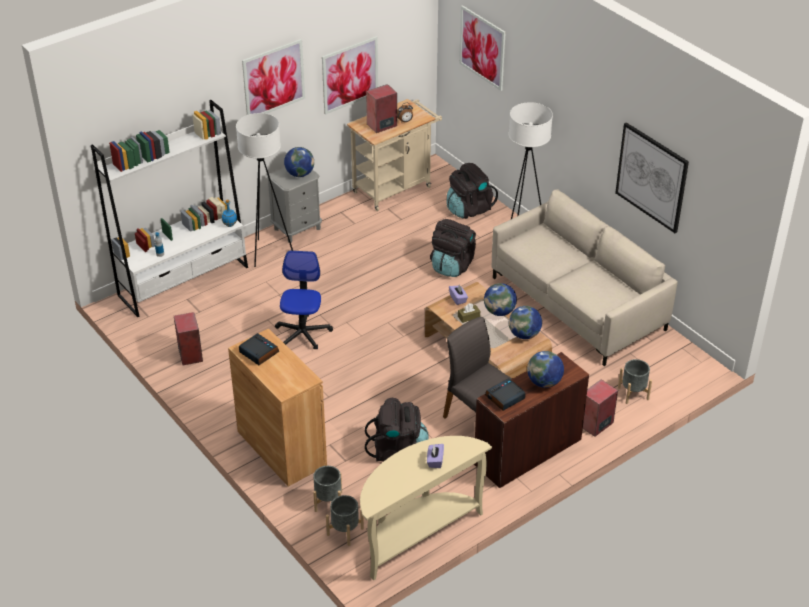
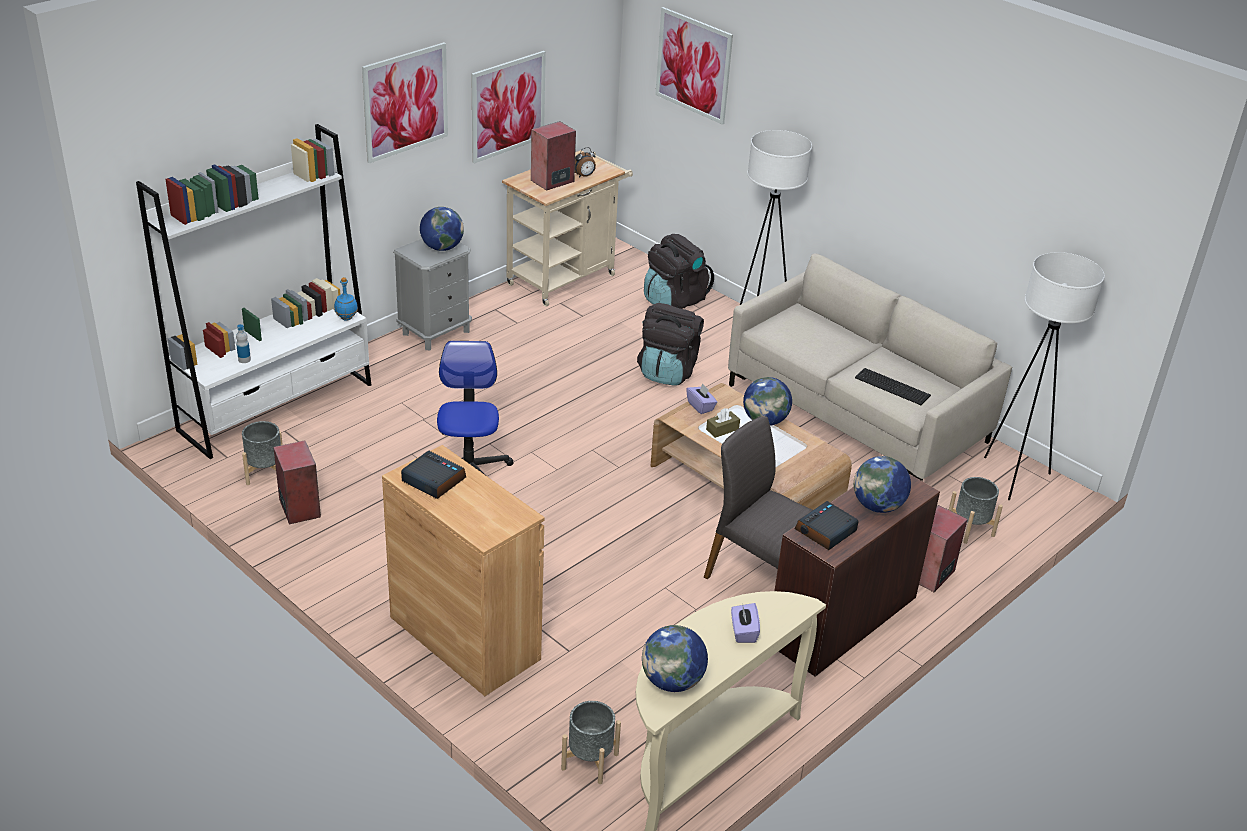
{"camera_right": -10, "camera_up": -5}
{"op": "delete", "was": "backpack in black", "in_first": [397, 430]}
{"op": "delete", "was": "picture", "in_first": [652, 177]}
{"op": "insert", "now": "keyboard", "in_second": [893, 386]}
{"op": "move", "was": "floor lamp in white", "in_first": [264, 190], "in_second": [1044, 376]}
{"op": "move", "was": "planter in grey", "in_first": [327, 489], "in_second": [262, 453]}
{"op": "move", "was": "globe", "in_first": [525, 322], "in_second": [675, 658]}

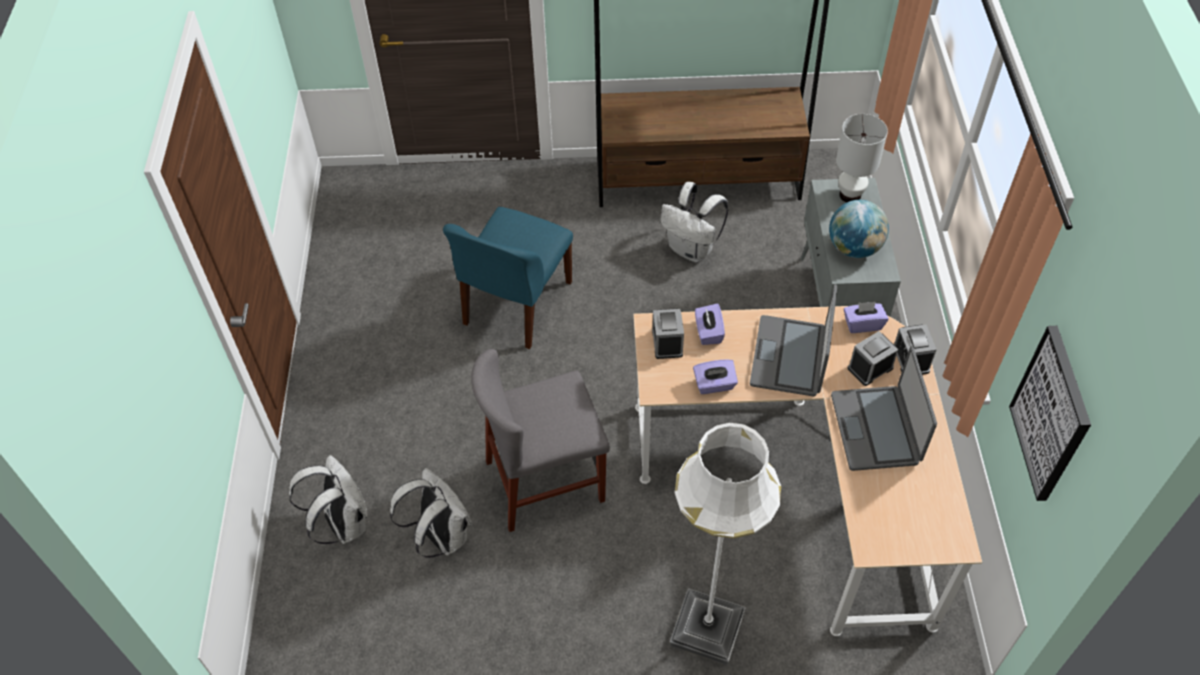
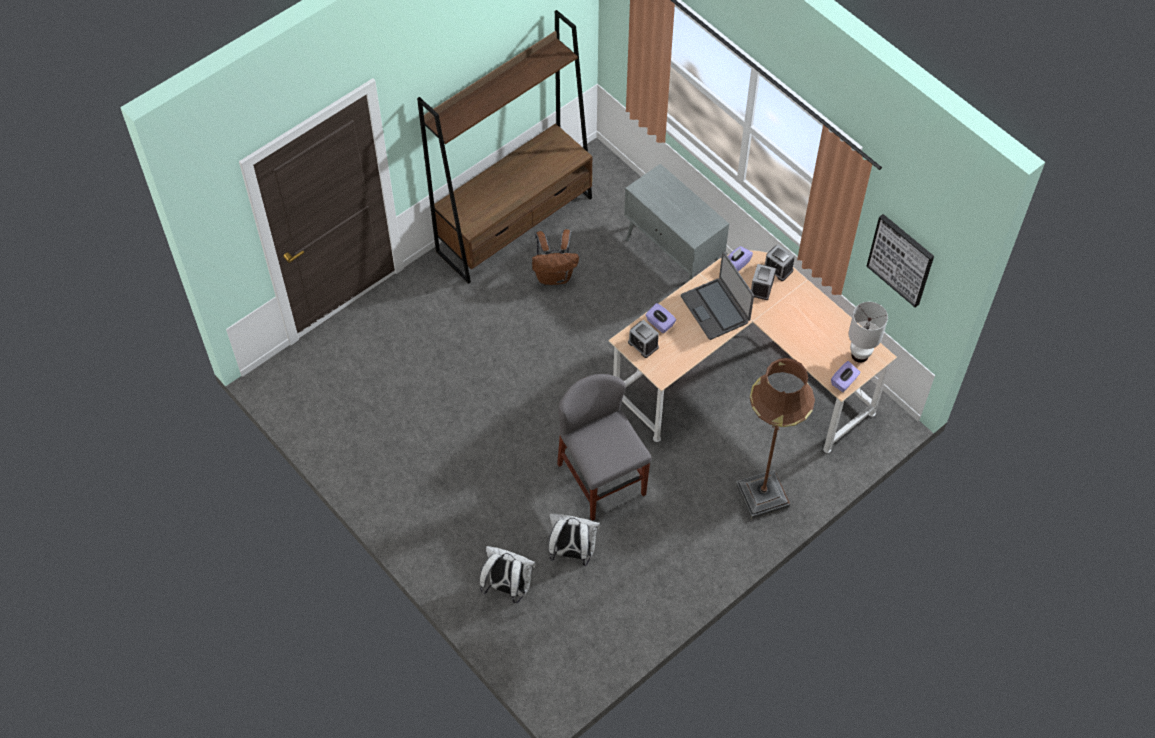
{"camera_right": -40, "camera_up": 5}
{"op": "delete", "was": "chair in blue", "in_first": [508, 278]}
{"op": "delete", "was": "globe", "in_first": [859, 229]}
{"op": "delete", "was": "laptop", "in_first": [884, 408]}
{"op": "move", "was": "tissue box in purple", "in_first": [715, 376], "in_second": [846, 376]}
{"op": "move", "was": "table lamp in white", "in_first": [862, 158], "in_second": [868, 332]}
{"op": "recolor", "was": "backpack in white", "now": "backpack in brown", "in_first": [694, 222], "in_second": [555, 257]}
{"op": "recolor", "was": "floor lamp in white", "now": "floor lamp in brown", "in_first": [725, 543], "in_second": [775, 438]}
{"op": "rotate", "was": "chair in grey", "in_first": [540, 440], "in_second": [604, 447], "clockwise": 120}

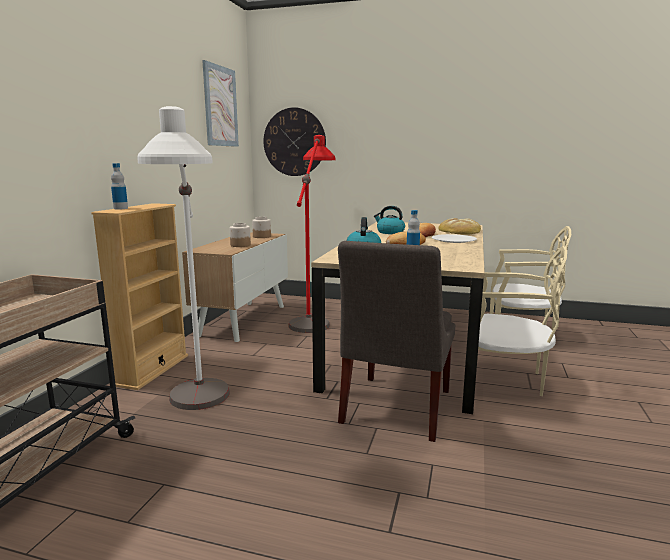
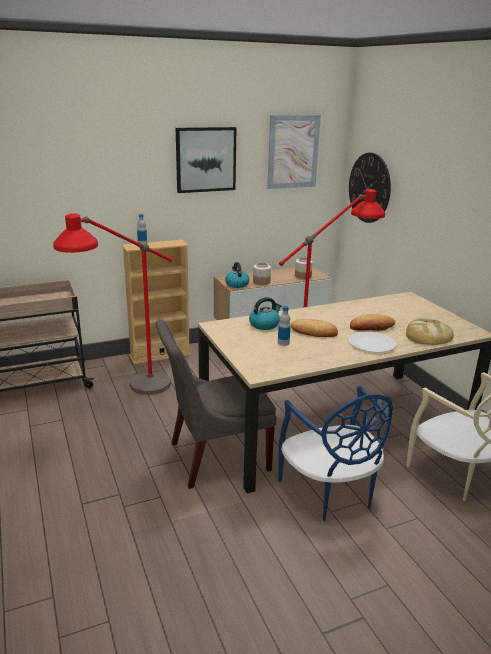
{"camera_right": 50, "camera_up": 10}
{"op": "insert", "now": "picture", "in_second": [206, 160]}
{"op": "move", "was": "kettle", "in_first": [389, 220], "in_second": [237, 275]}
{"op": "recolor", "was": "floor lamp in white", "now": "floor lamp in red", "in_first": [183, 258], "in_second": [112, 304]}
{"op": "recolor", "was": "chair in beige", "now": "chair in blue", "in_first": [522, 321], "in_second": [335, 453]}

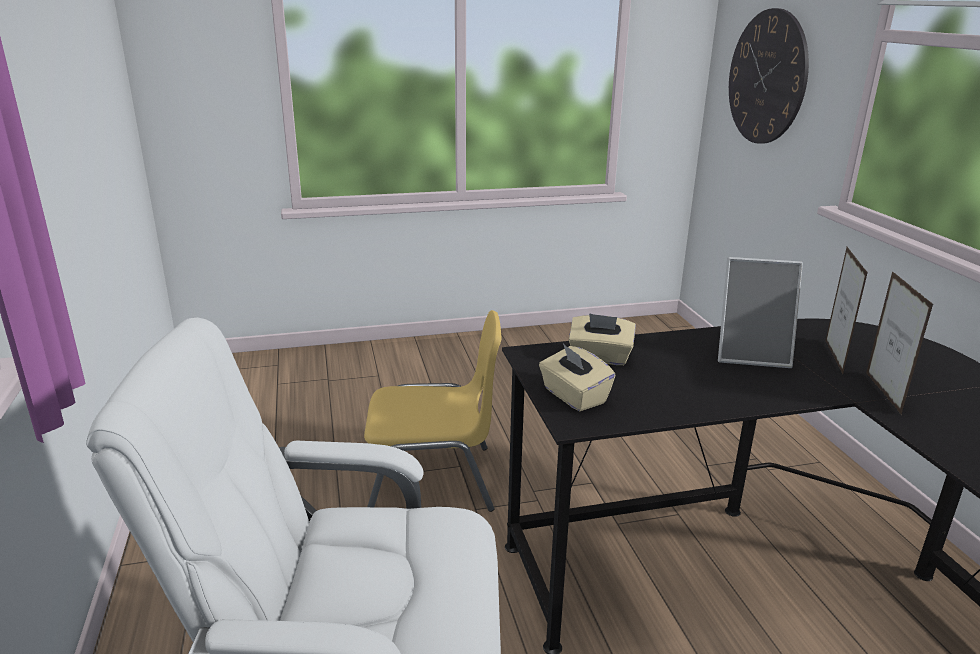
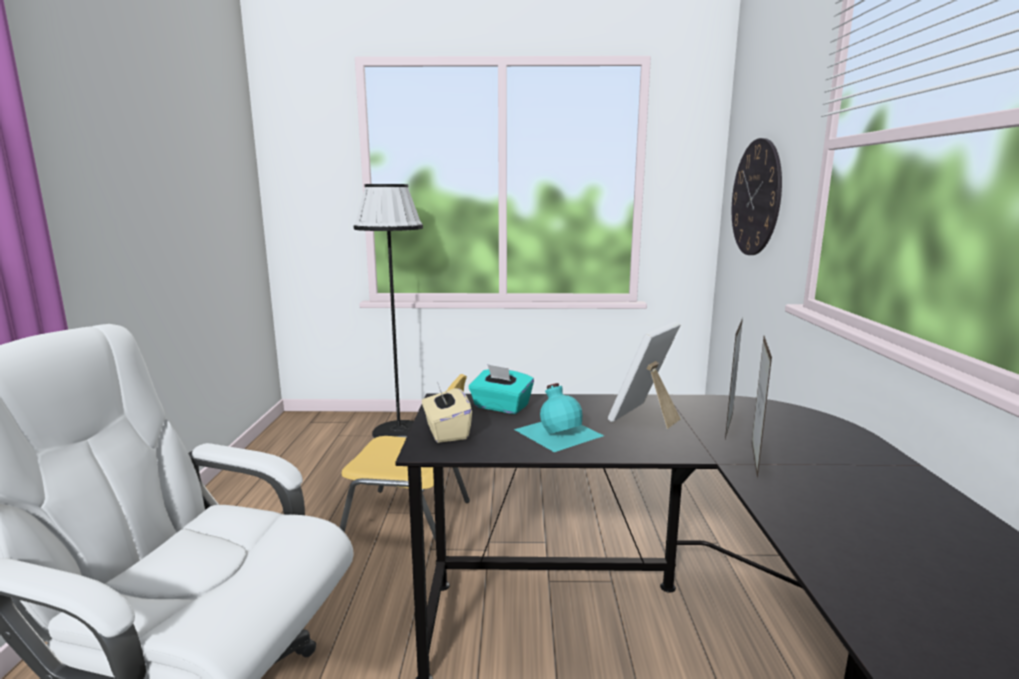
{"camera_right": 15, "camera_up": -10}
{"op": "insert", "now": "floor lamp in black", "in_second": [388, 311]}
{"op": "insert", "now": "bottle in turquoise", "in_second": [559, 417]}
{"op": "recolor", "was": "tissue box in beige", "now": "tissue box in turquoise", "in_first": [602, 339], "in_second": [501, 389]}
{"op": "rotate", "was": "picture frame", "in_first": [760, 312], "in_second": [644, 375], "clockwise": 105}

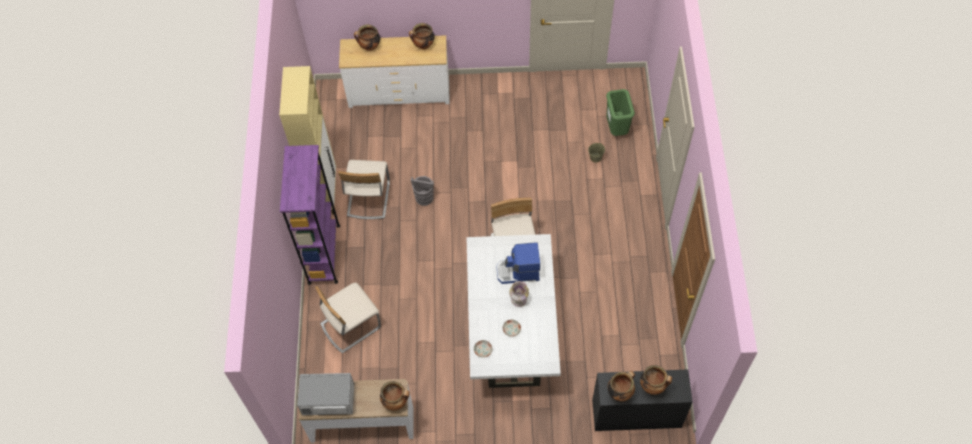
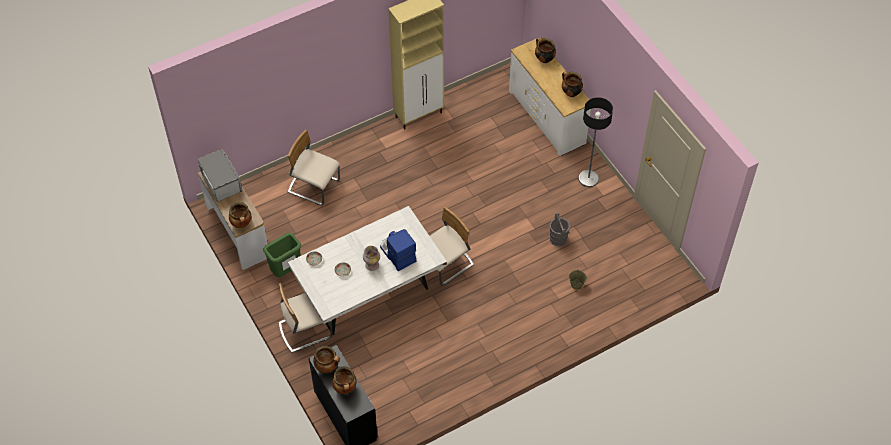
{"camera_right": 60, "camera_up": -5}
{"op": "delete", "was": "bookcase in purple", "in_first": [310, 215]}
{"op": "insert", "now": "floor lamp", "in_second": [595, 142]}
{"op": "move", "was": "chair in beige", "in_first": [364, 189], "in_second": [305, 317]}
{"op": "move", "was": "bucket in grey", "in_first": [422, 191], "in_second": [559, 229]}
{"op": "move", "was": "trash can in green", "in_first": [620, 112], "in_second": [282, 255]}

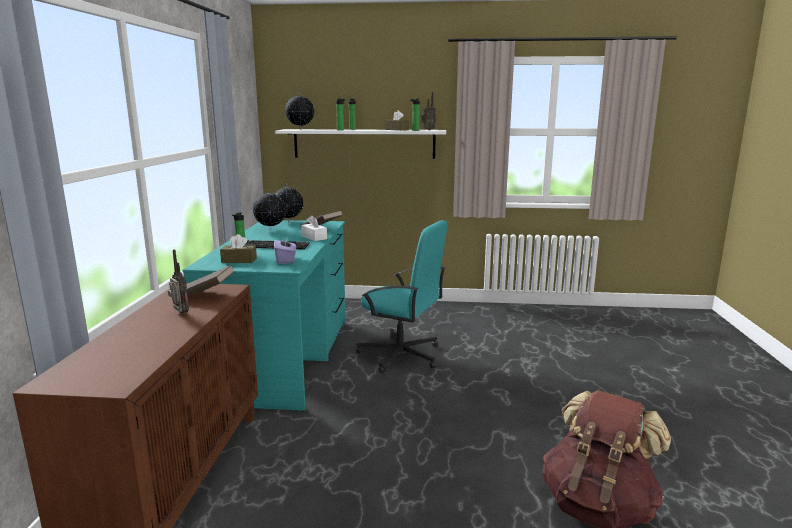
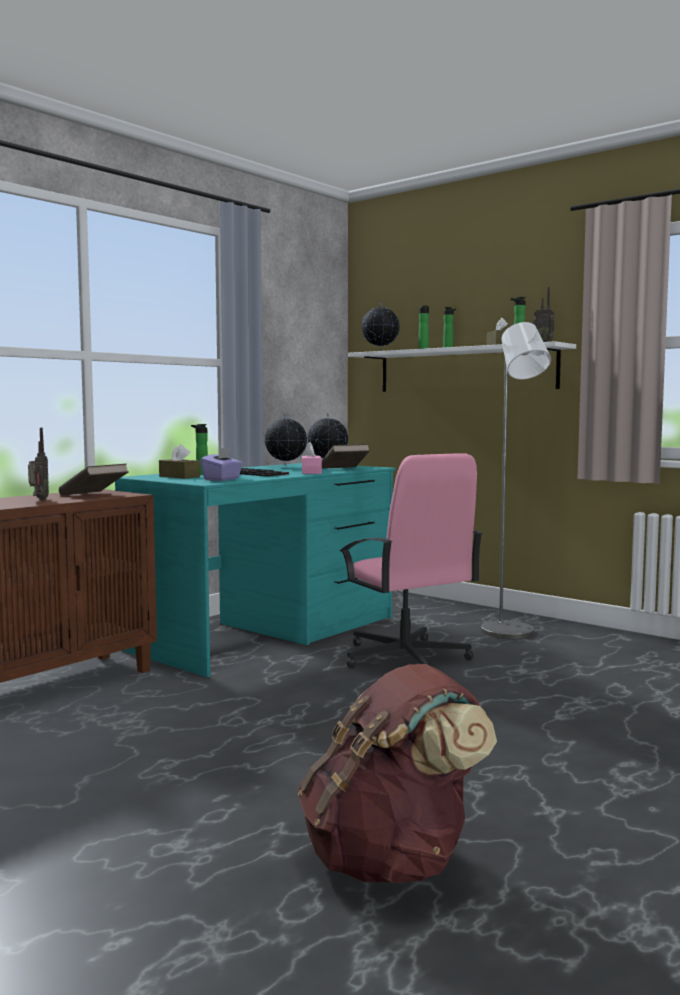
{"camera_right": 35, "camera_up": -10}
{"op": "insert", "now": "floor lamp in grey", "in_second": [516, 480]}
{"op": "recolor", "was": "tissue box in white", "now": "tissue box in pink", "in_first": [314, 228], "in_second": [312, 458]}
{"op": "recolor", "was": "office chair in turquoise", "now": "office chair in pink", "in_first": [401, 296], "in_second": [411, 560]}

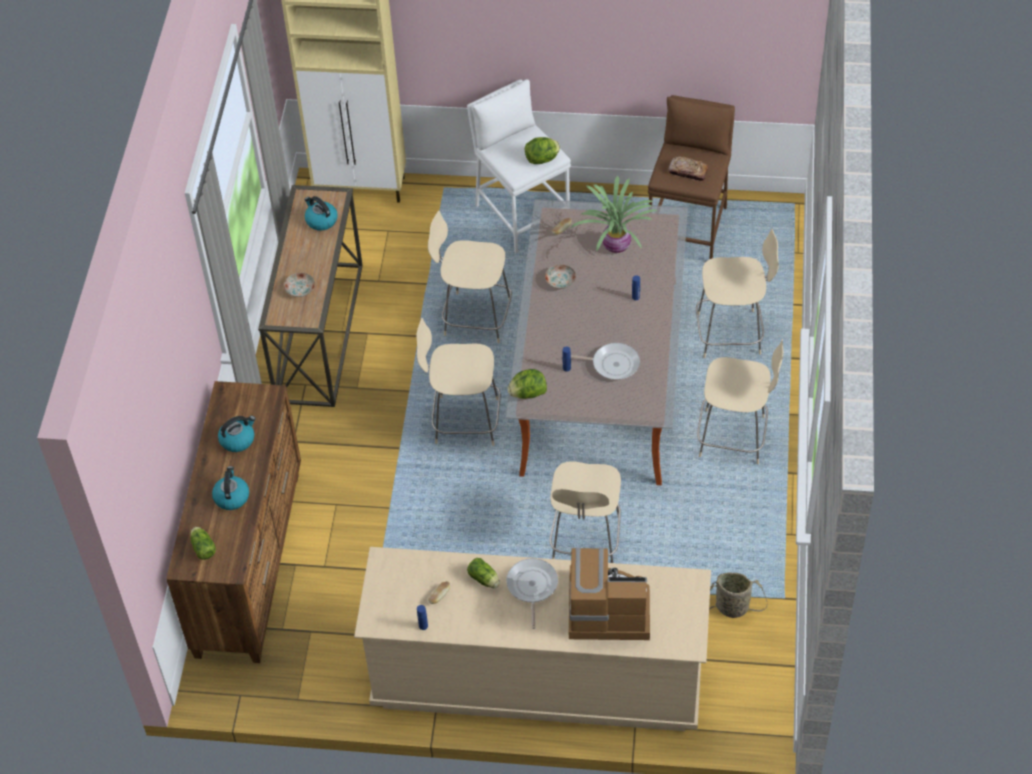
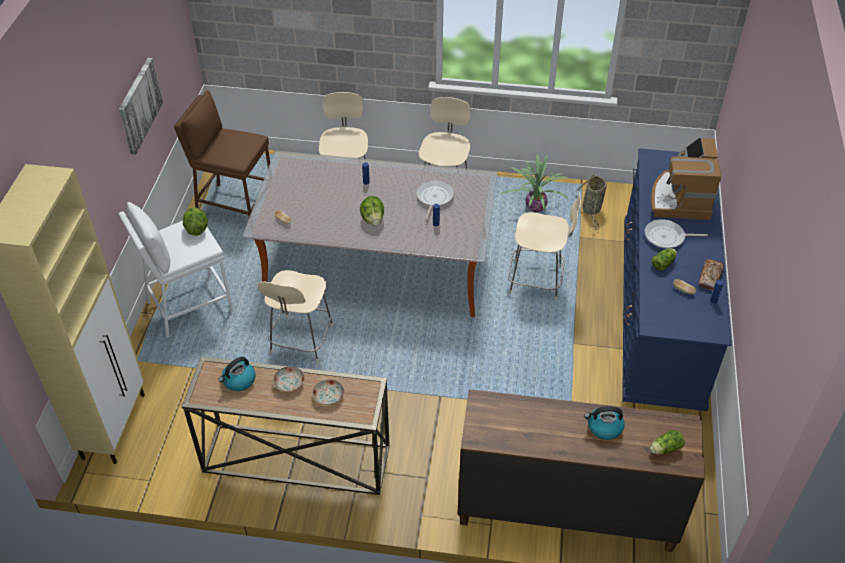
{"camera_right": -90, "camera_up": -5}
{"op": "delete", "was": "kettle", "in_first": [237, 434]}
{"op": "delete", "was": "chair in beige", "in_first": [459, 382]}
{"op": "insert", "now": "picture", "in_second": [141, 106]}
{"op": "move", "was": "lettuce", "in_first": [527, 384], "in_second": [372, 211]}
{"op": "move", "was": "plate", "in_first": [560, 277], "in_second": [289, 379]}
{"op": "move", "was": "potted plant", "in_first": [614, 214], "in_second": [534, 183]}
{"op": "move", "was": "bread", "in_first": [688, 169], "in_second": [711, 275]}
{"op": "recolor", "was": "dresser in beige", "now": "dresser in blue", "in_first": [532, 639], "in_second": [677, 279]}

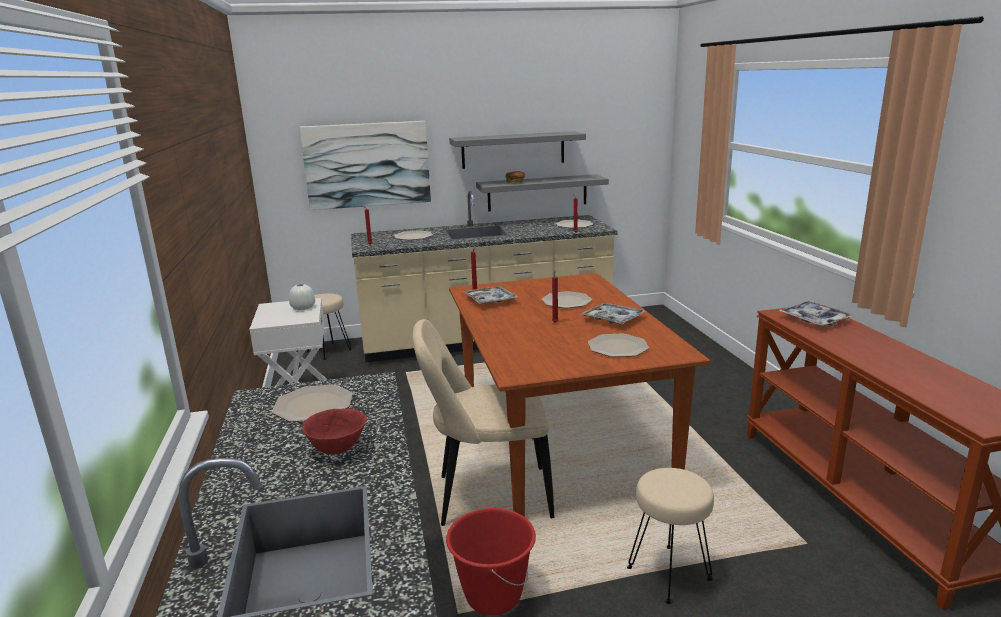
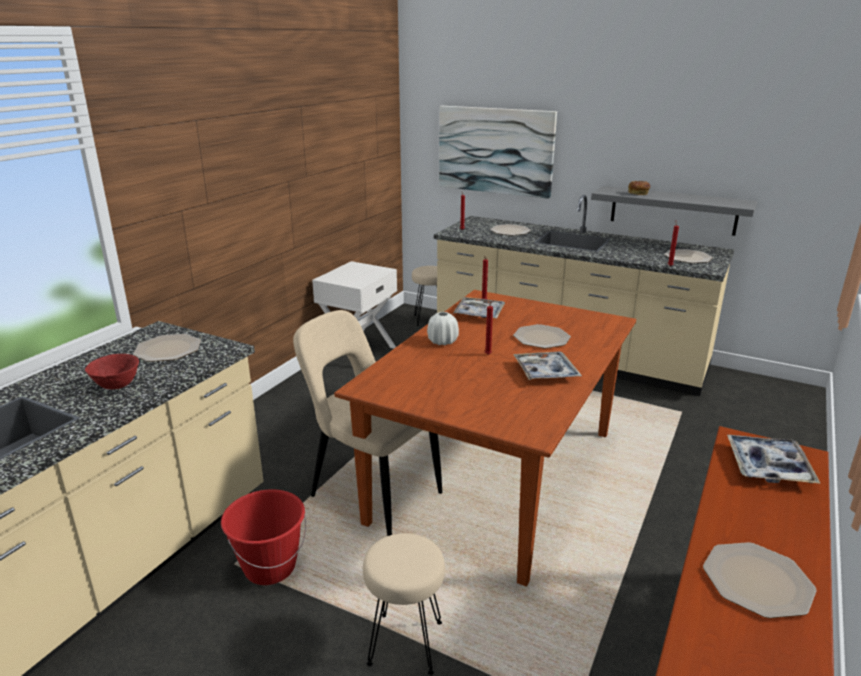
{"camera_right": 40, "camera_up": 5}
{"op": "delete", "was": "shelf in grey", "in_first": [517, 150]}
{"op": "move", "was": "vase in white", "in_first": [302, 297], "in_second": [443, 328]}
{"op": "move", "was": "plate", "in_first": [618, 345], "in_second": [760, 580]}

